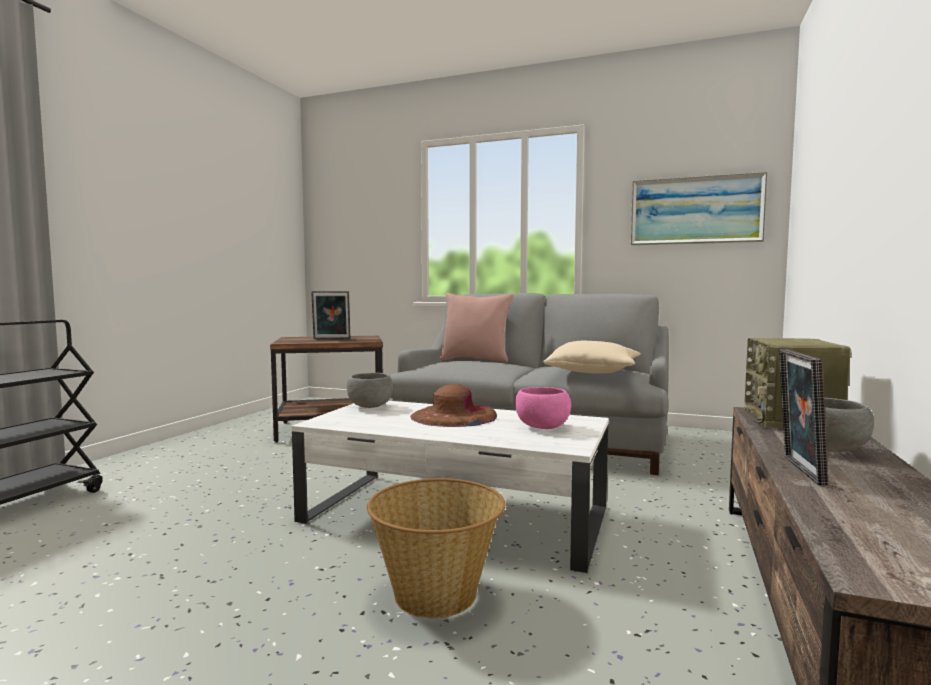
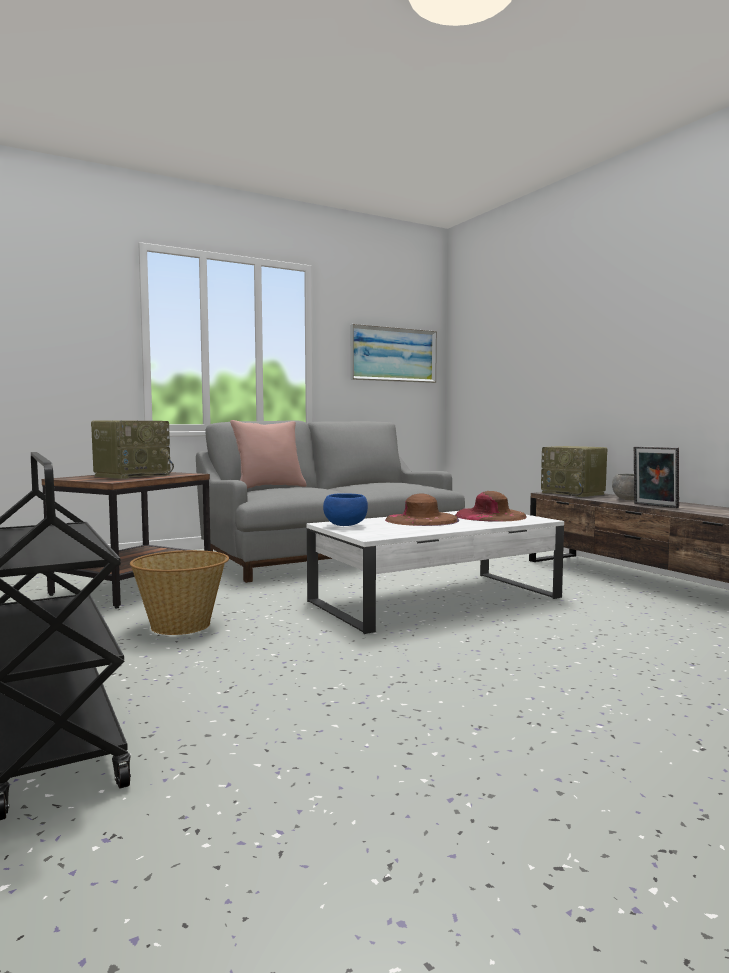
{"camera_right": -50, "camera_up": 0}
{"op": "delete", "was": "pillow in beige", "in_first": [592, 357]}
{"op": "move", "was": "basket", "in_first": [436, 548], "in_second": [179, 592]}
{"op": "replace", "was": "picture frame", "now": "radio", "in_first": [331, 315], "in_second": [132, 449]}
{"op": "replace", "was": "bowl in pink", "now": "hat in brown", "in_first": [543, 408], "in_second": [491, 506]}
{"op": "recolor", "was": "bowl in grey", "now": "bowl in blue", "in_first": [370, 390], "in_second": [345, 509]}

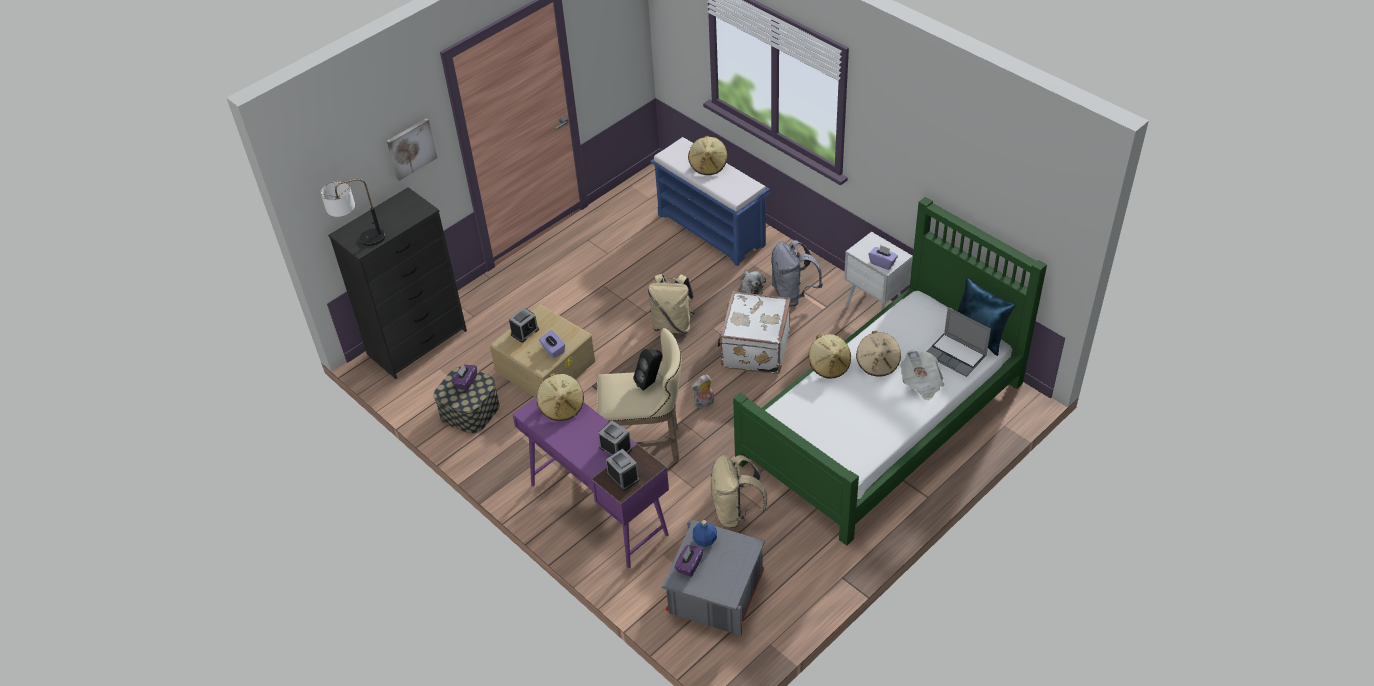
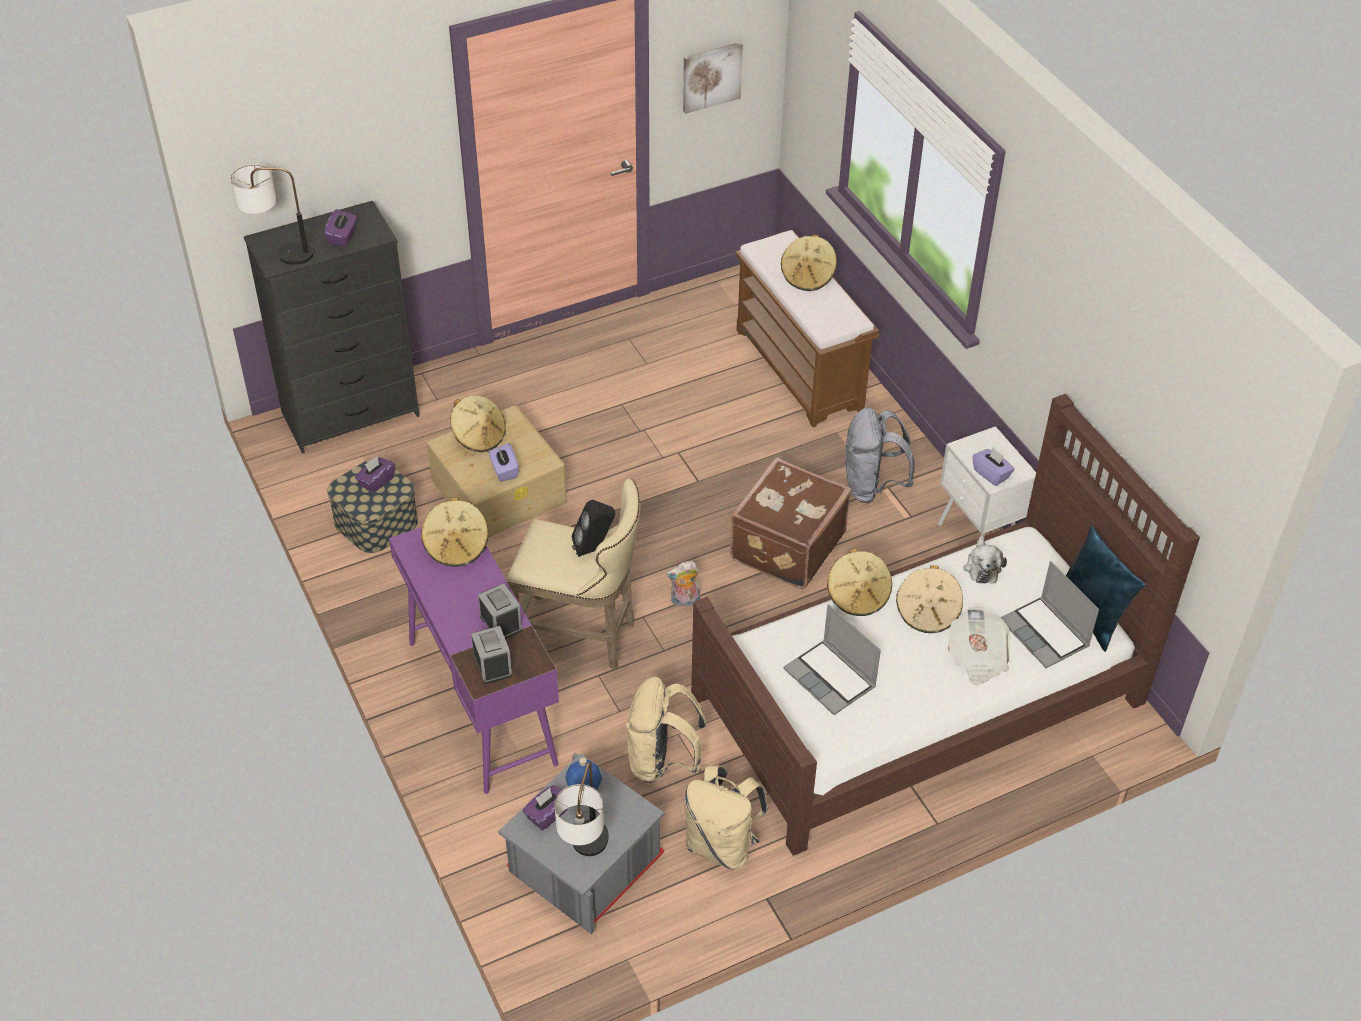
{"camera_right": 15, "camera_up": 0}
{"op": "insert", "now": "tissue box in purple", "in_second": [340, 228]}
{"op": "insert", "now": "table lamp", "in_second": [582, 809]}
{"op": "insert", "now": "laptop", "in_second": [832, 659]}
{"op": "move", "was": "picture", "in_first": [412, 149], "in_second": [713, 78]}
{"op": "move", "was": "backpack in beige", "in_first": [671, 303], "in_second": [727, 817]}
{"op": "move", "was": "plush toy", "in_first": [753, 282], "in_second": [985, 559]}
{"op": "replace", "was": "alarm clock", "now": "hat in beige", "in_first": [524, 325], "in_second": [478, 423]}
{"op": "recolor", "was": "bench in blue", "now": "bench in brown", "in_first": [710, 201], "in_second": [807, 328]}
{"op": "recolor", "was": "suitcase in white", "now": "suitcase in brown", "in_first": [754, 332], "in_second": [790, 523]}
{"op": "recolor", "was": "bed in green", "now": "bed in brown", "in_first": [890, 371], "in_second": [945, 625]}

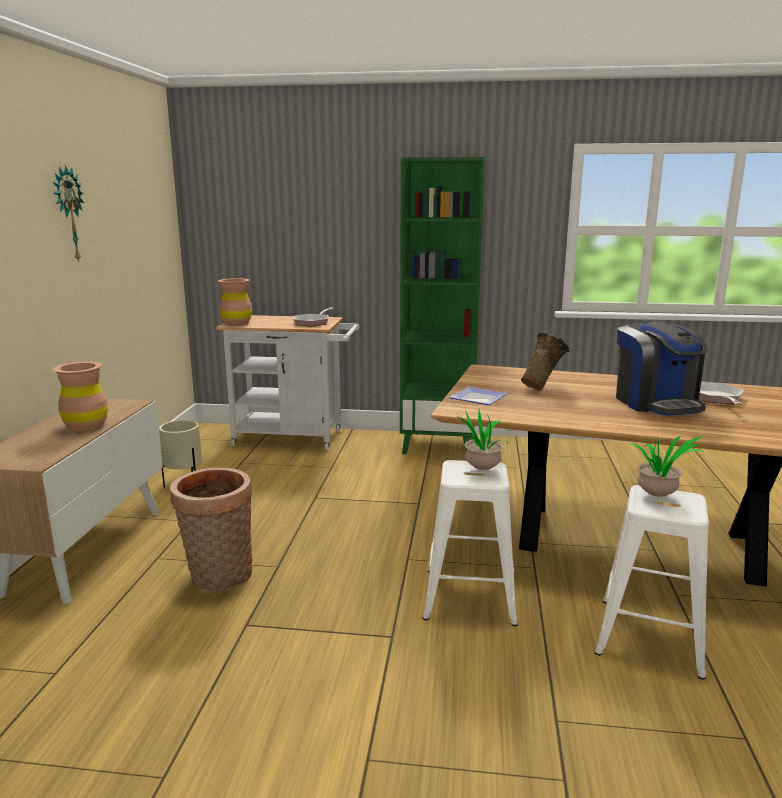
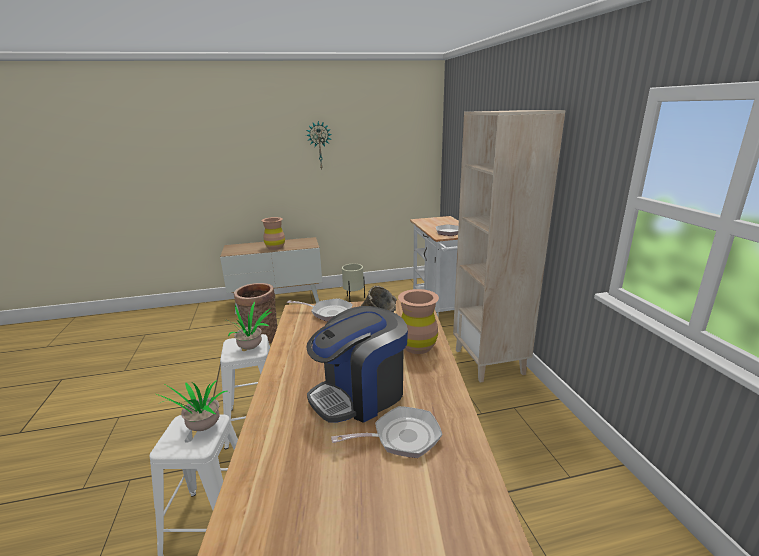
{"camera_right": 70, "camera_up": 5}
{"op": "move", "was": "vase in brown", "in_first": [235, 302], "in_second": [418, 321]}
{"op": "replace", "was": "plate", "now": "frying pan", "in_first": [478, 396], "in_second": [320, 310]}
{"op": "recolor", "was": "bookcase in green", "now": "bookcase in beige", "in_first": [442, 305], "in_second": [509, 246]}

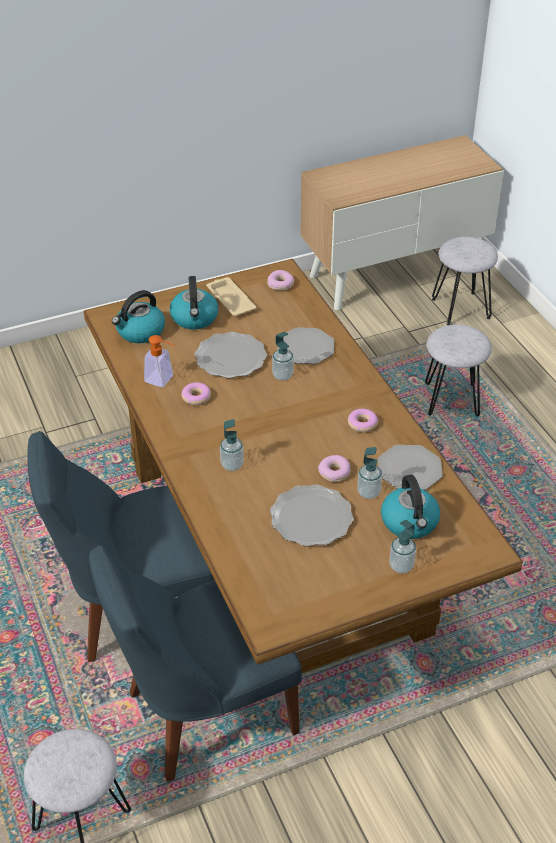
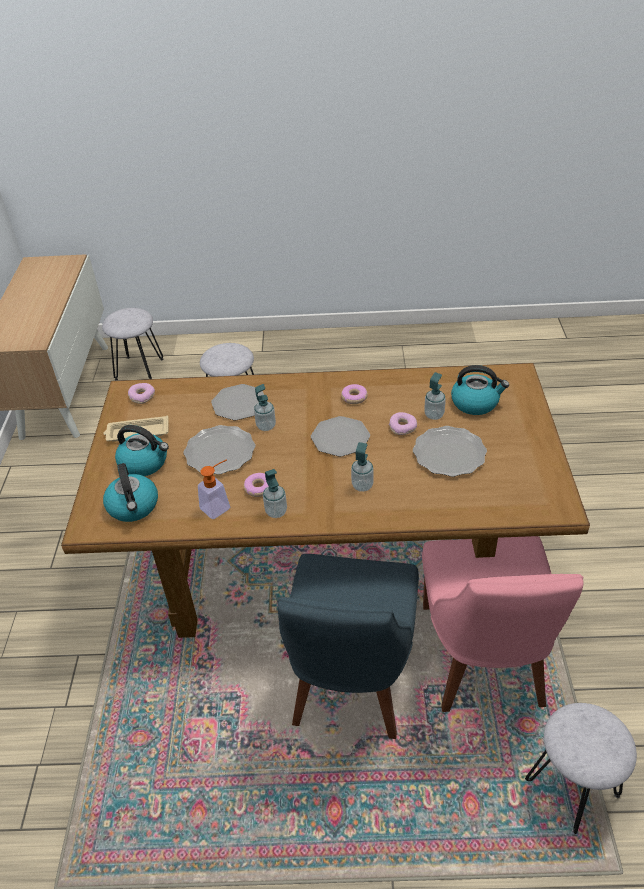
{"camera_right": -65, "camera_up": 0}
{"op": "move", "was": "plate", "in_first": [410, 467], "in_second": [340, 436]}
{"op": "move", "was": "soap dispenser", "in_first": [402, 547], "in_second": [275, 493]}
{"op": "recolor", "was": "chair in blue", "now": "chair in pink", "in_first": [195, 663], "in_second": [503, 624]}

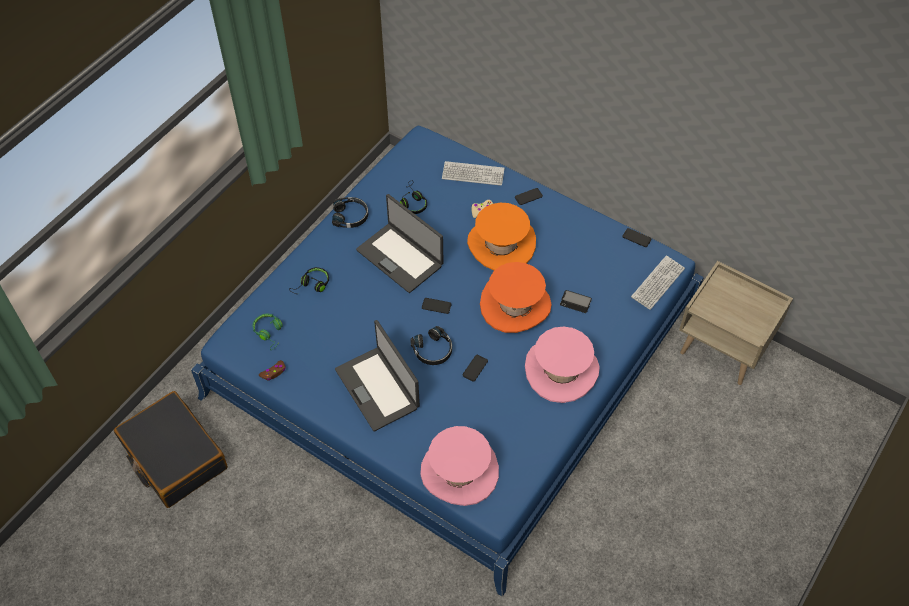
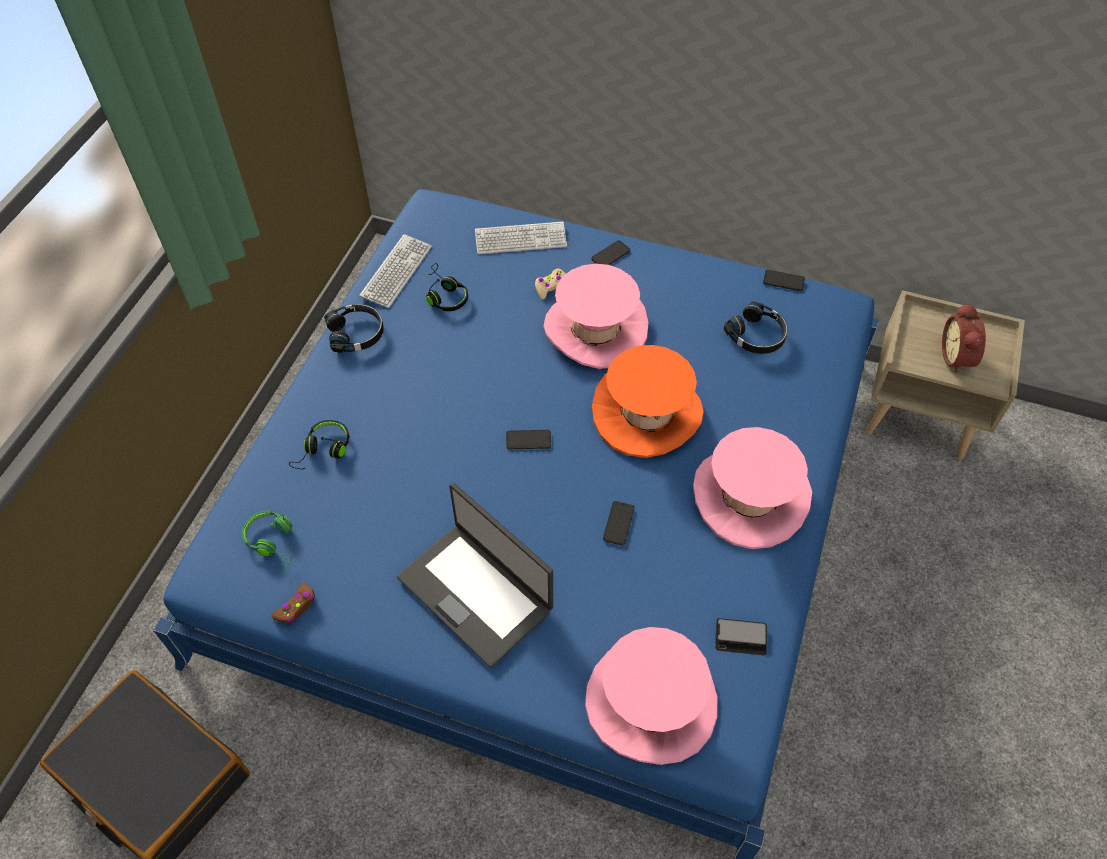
{"camera_right": -15, "camera_up": 0}
{"op": "delete", "was": "laptop", "in_first": [399, 243]}
{"op": "insert", "now": "alarm clock", "in_second": [964, 337]}
{"op": "move", "was": "headphones in black", "in_first": [431, 345], "in_second": [756, 327]}
{"op": "move", "was": "phone", "in_first": [576, 301], "in_second": [741, 636]}
{"op": "move", "was": "keyboard", "in_first": [658, 282], "in_second": [396, 271]}
{"op": "recolor", "was": "hat in orange", "now": "hat in pink", "in_first": [501, 237], "in_second": [595, 316]}

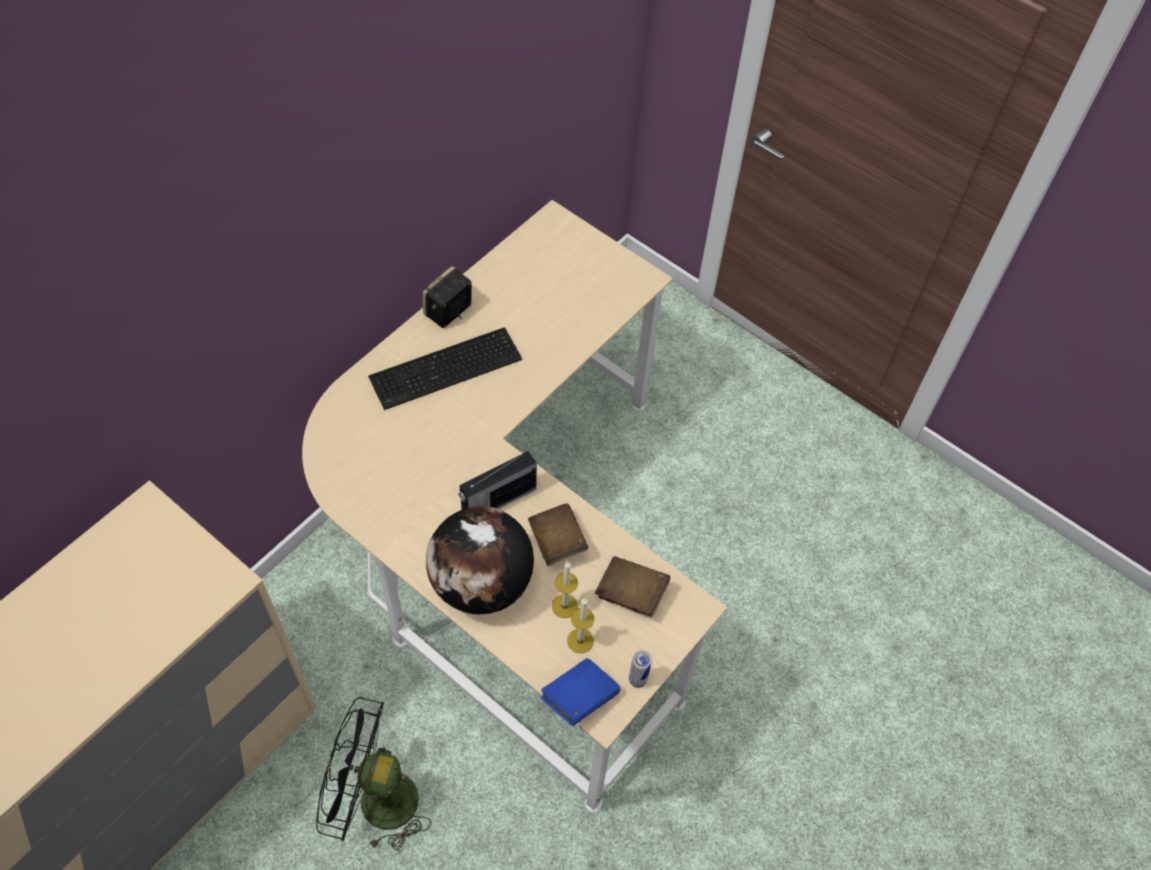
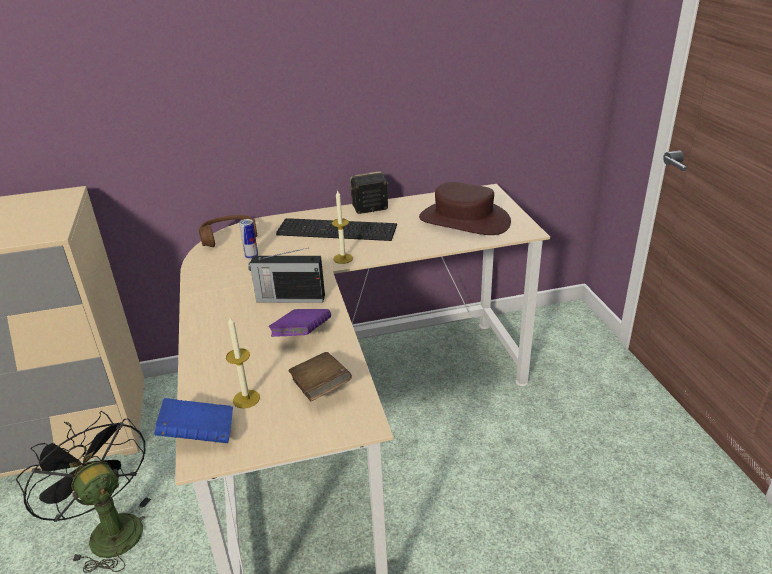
{"camera_right": 40, "camera_up": -25}
{"op": "delete", "was": "globe", "in_first": [480, 560]}
{"op": "insert", "now": "headphones in brown", "in_second": [228, 231]}
{"op": "insert", "now": "hat in brown", "in_second": [465, 208]}
{"op": "move", "was": "candle", "in_first": [565, 590], "in_second": [342, 227]}
{"op": "move", "was": "can", "in_first": [640, 669], "in_second": [248, 239]}
{"op": "recolor", "was": "book in brown", "now": "book in purple", "in_first": [558, 534], "in_second": [299, 323]}

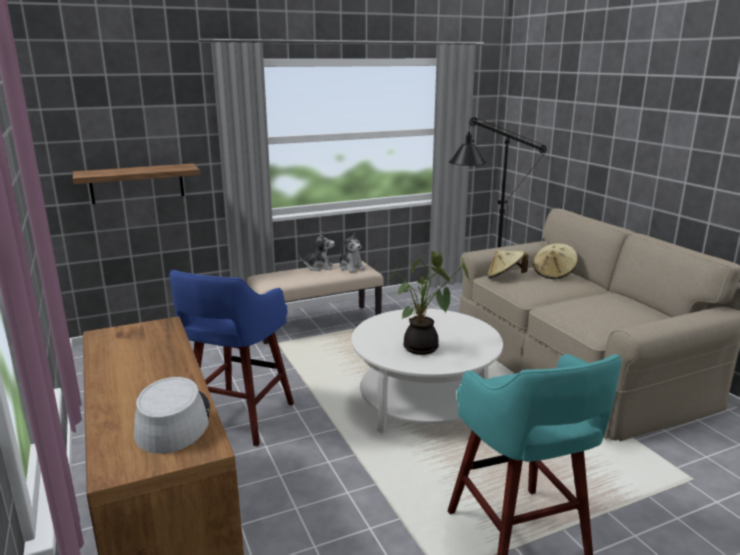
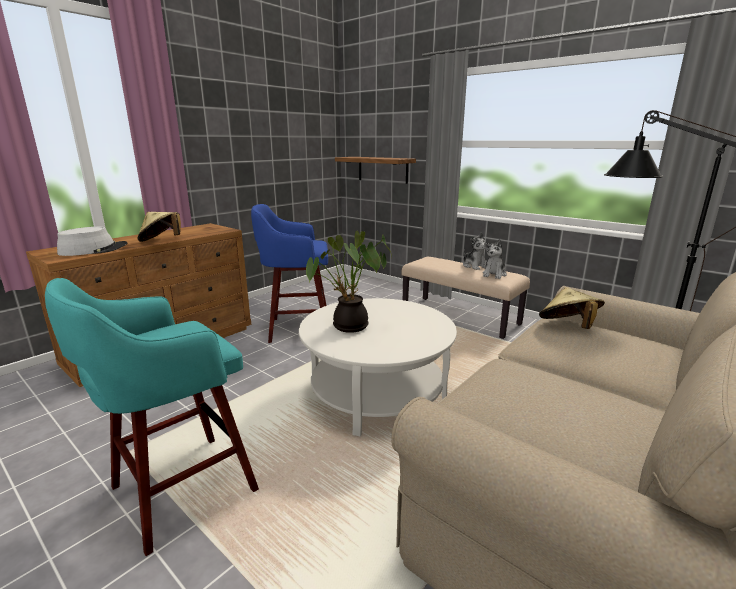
{"camera_right": 65, "camera_up": 0}
{"op": "move", "was": "hat in beige", "in_first": [555, 261], "in_second": [159, 227]}

